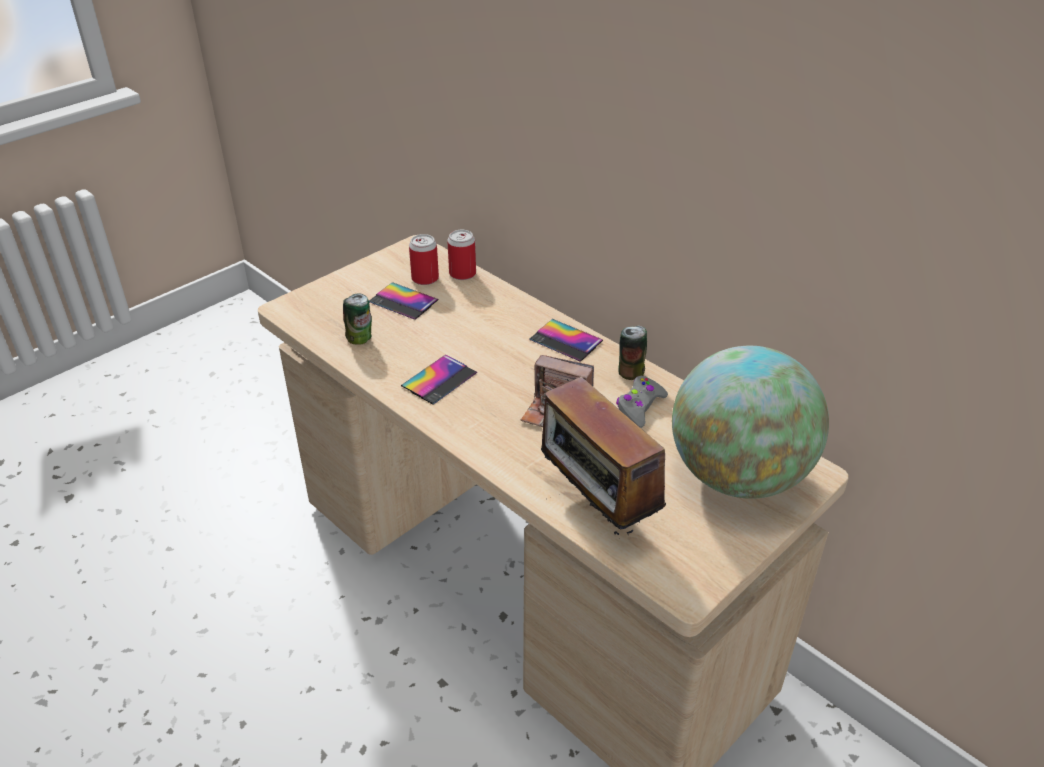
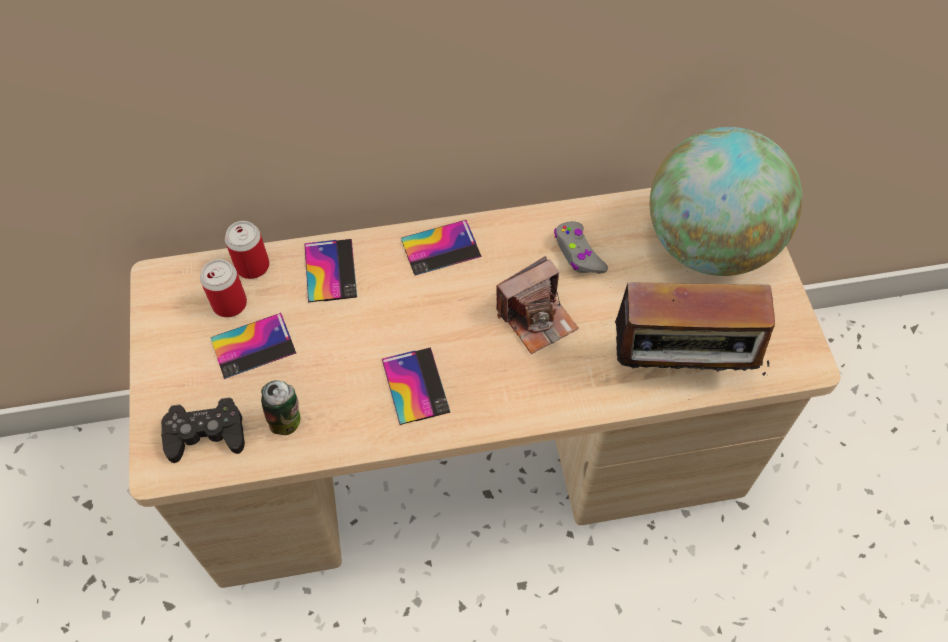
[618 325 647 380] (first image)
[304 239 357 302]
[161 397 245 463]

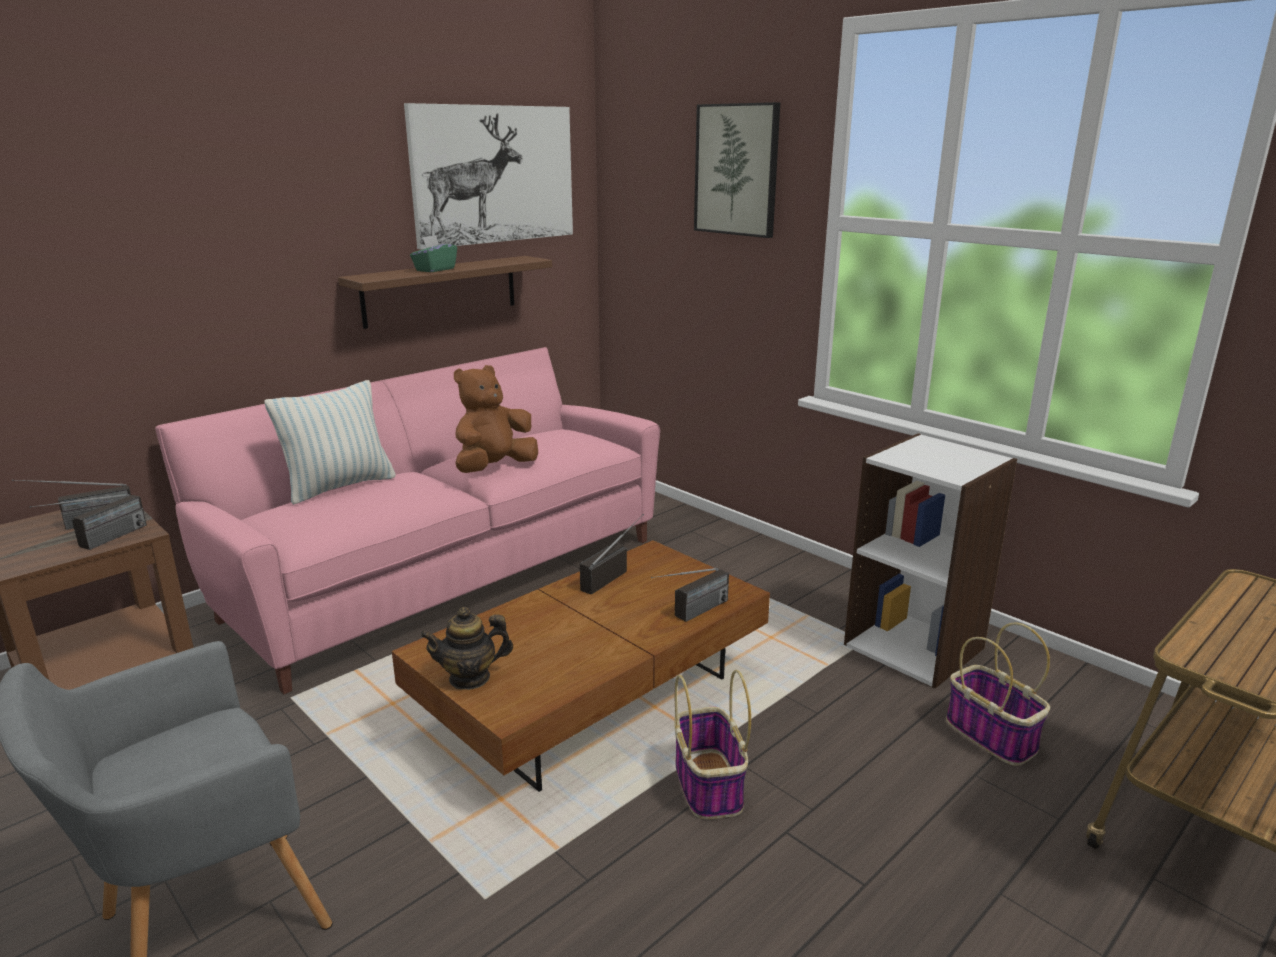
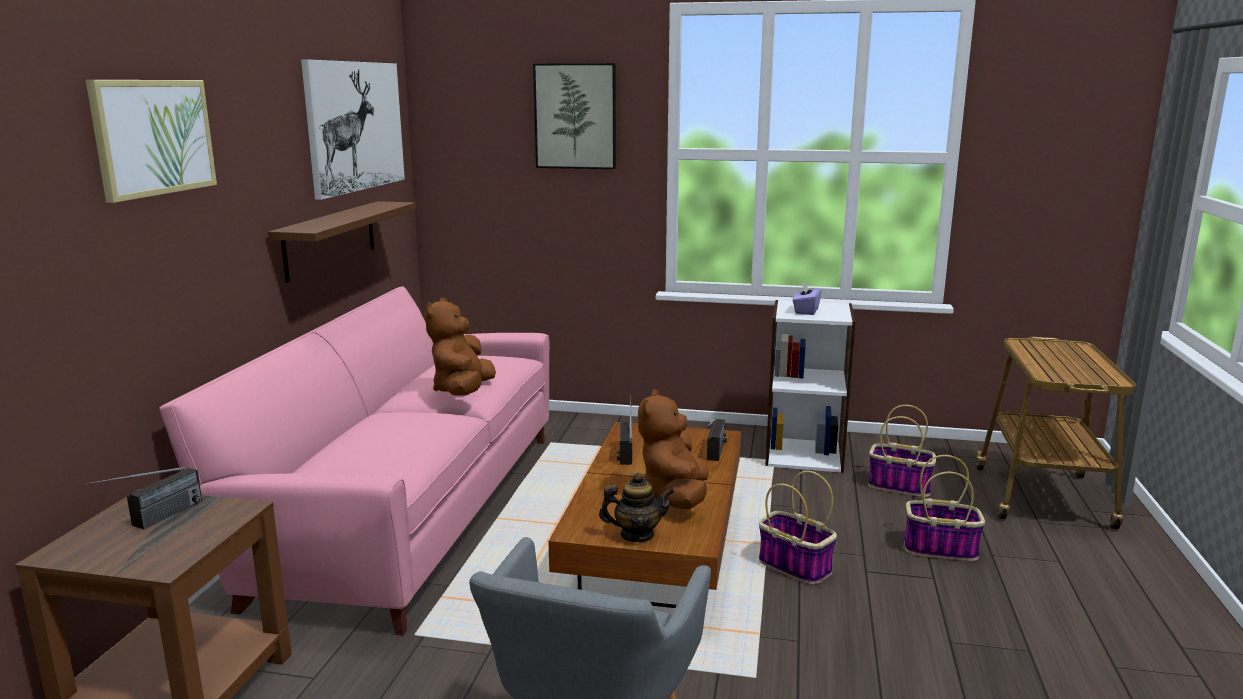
[410 235 457 272] (first image)
[264 380 396 505] (first image)
[29 494 147 550] (first image)
[599 473 674 542]
[86 80 217 203]
[793 281 822 315]
[638 389 709 509]
[904 455 985 561]

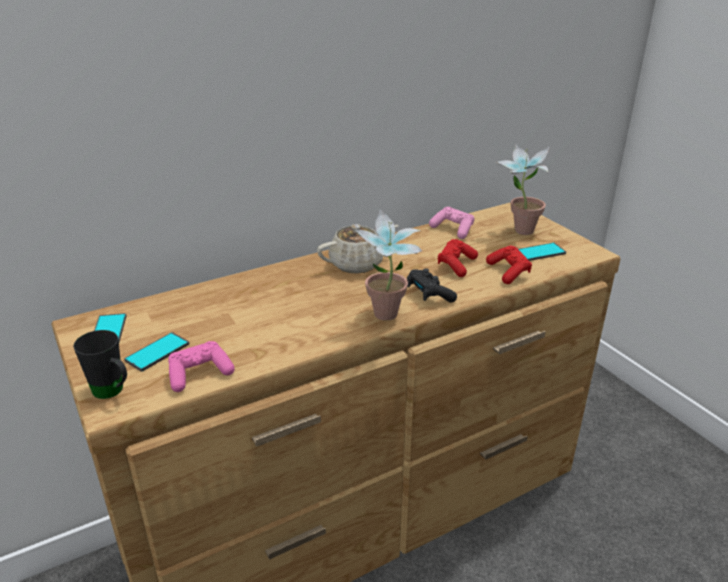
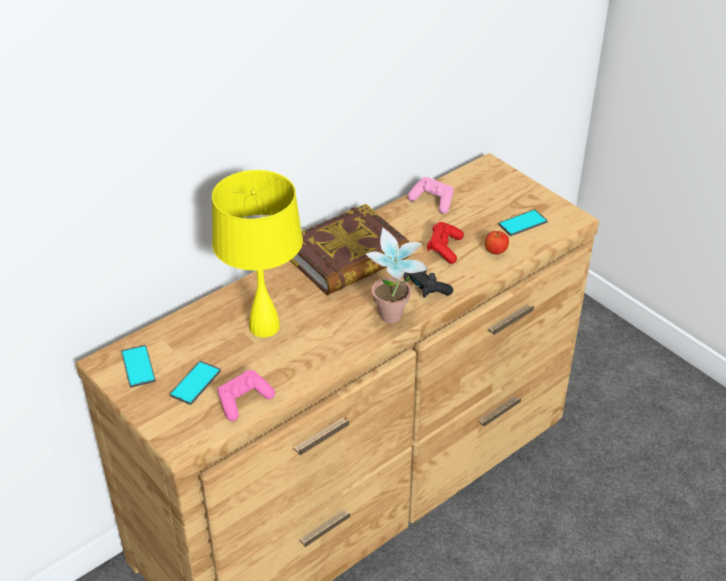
[496 145 550 235] (first image)
[290 204 409 295]
[485 231 509 255]
[73 330 127 399] (first image)
[212 170 303 337]

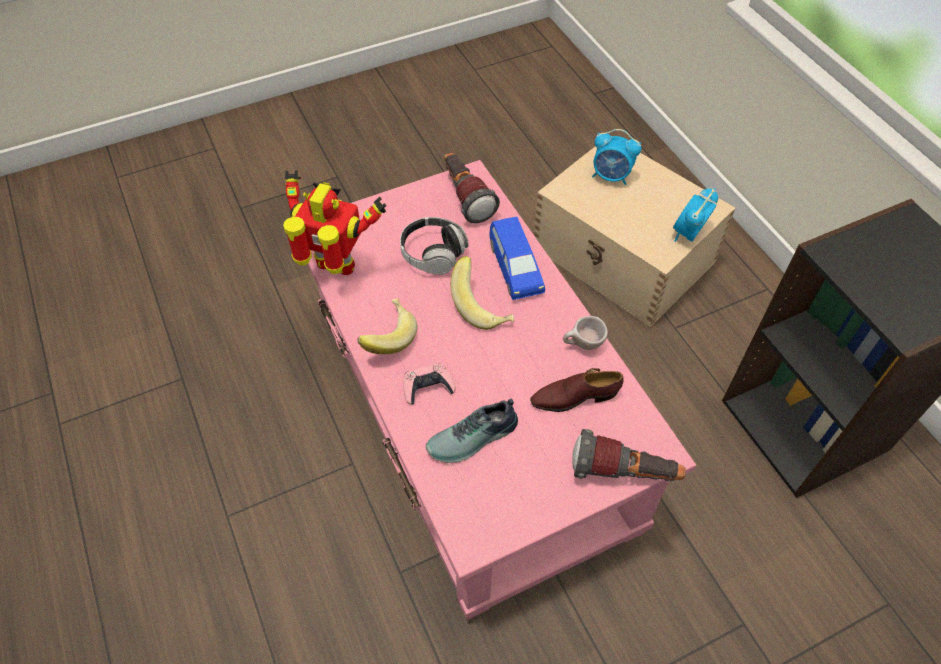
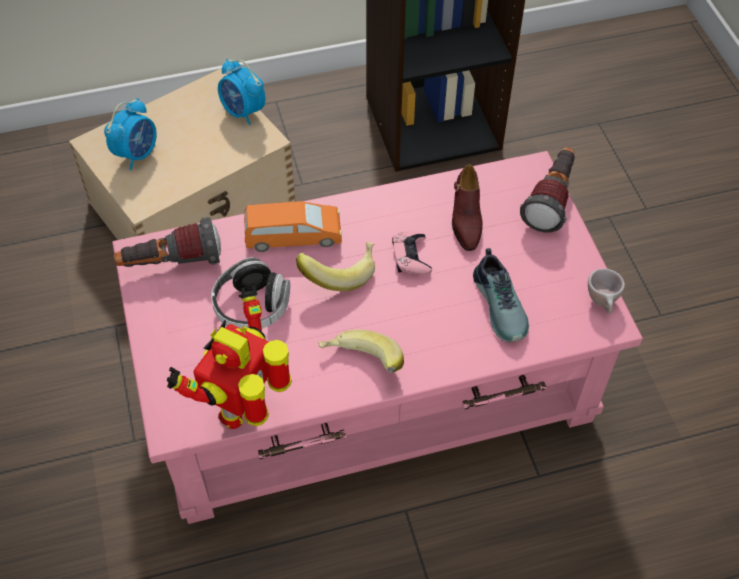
[244 201 342 252]
[588 269 625 314]
[392 231 432 275]

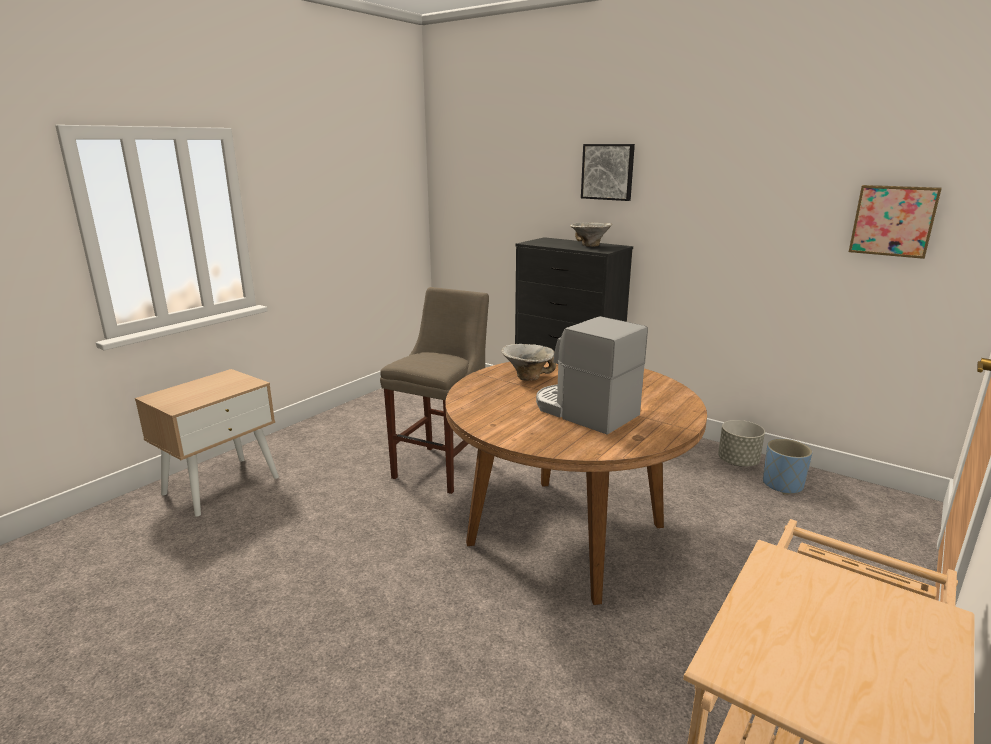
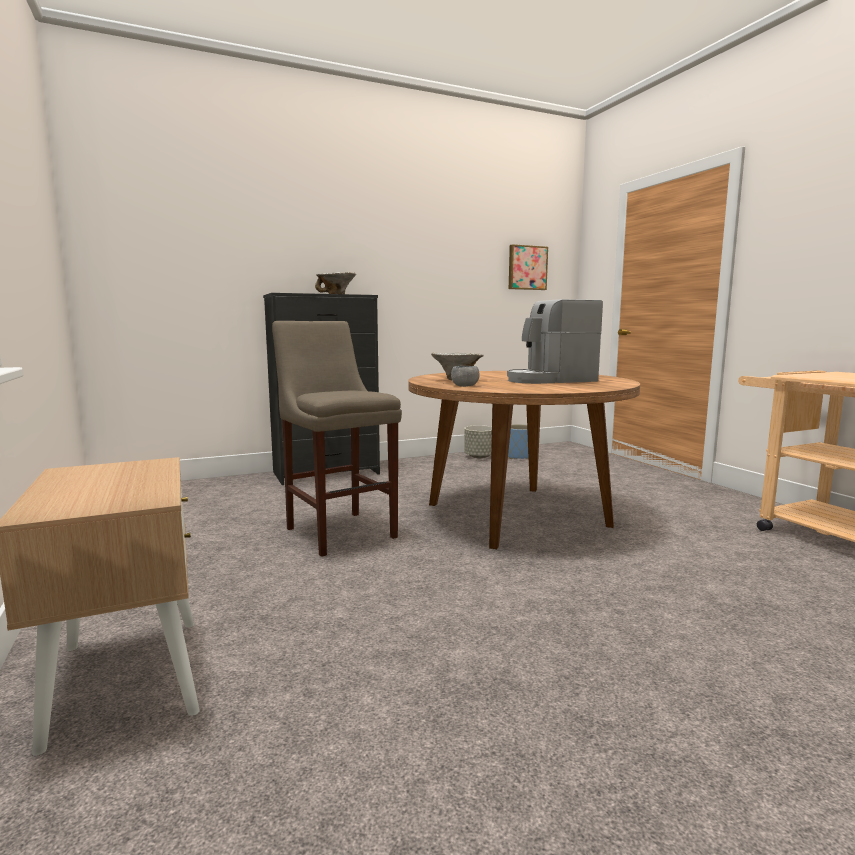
[581 144 635 201] (first image)
[451 366 480 387]

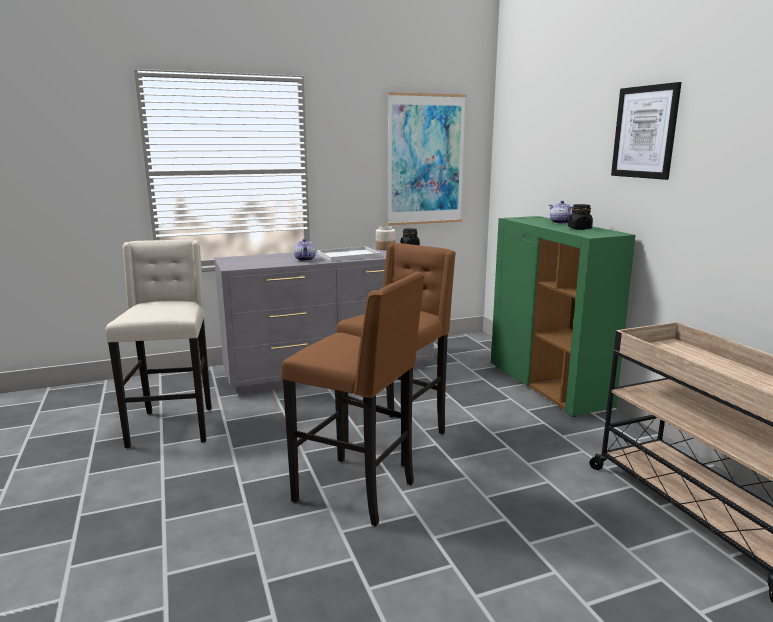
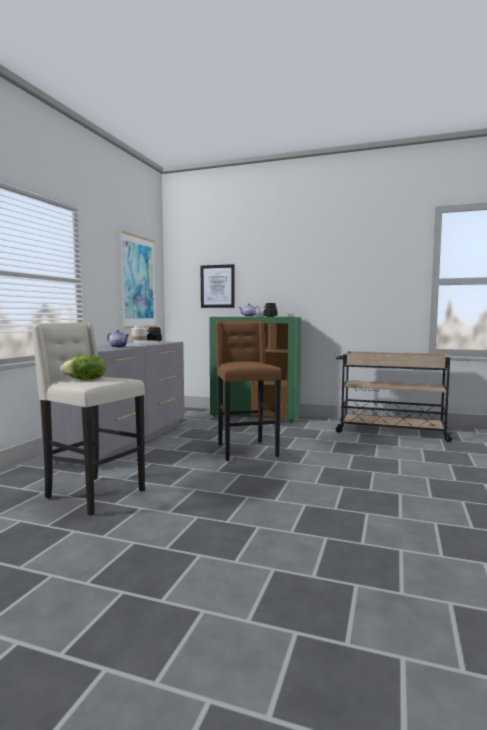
[201 264 235 308]
[281 272 425 526] (first image)
[61 355 106 380]

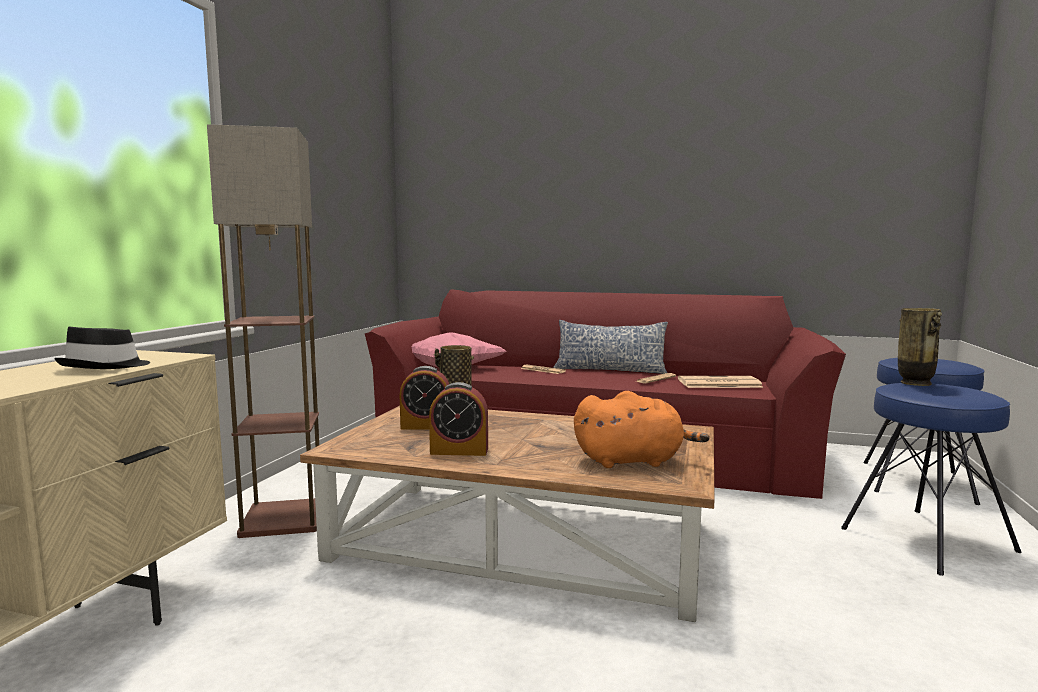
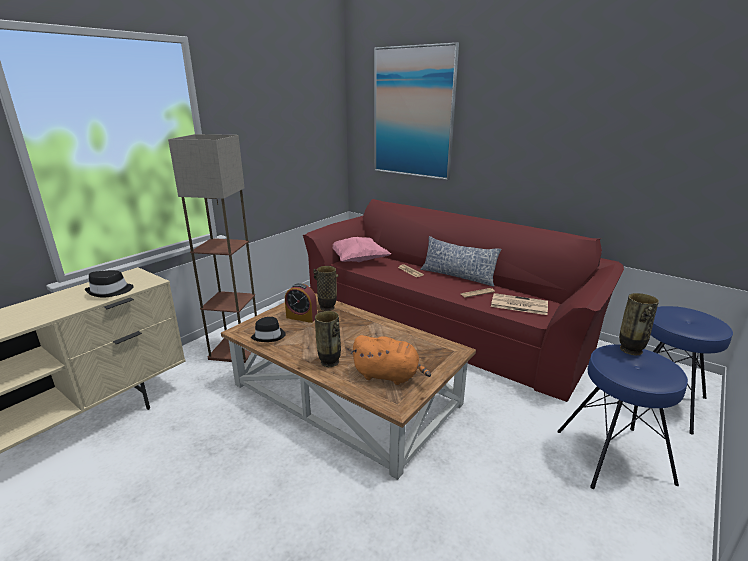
[429 382 488 456] (first image)
[374 42 459 180]
[315 311 341 367]
[251 317 286 342]

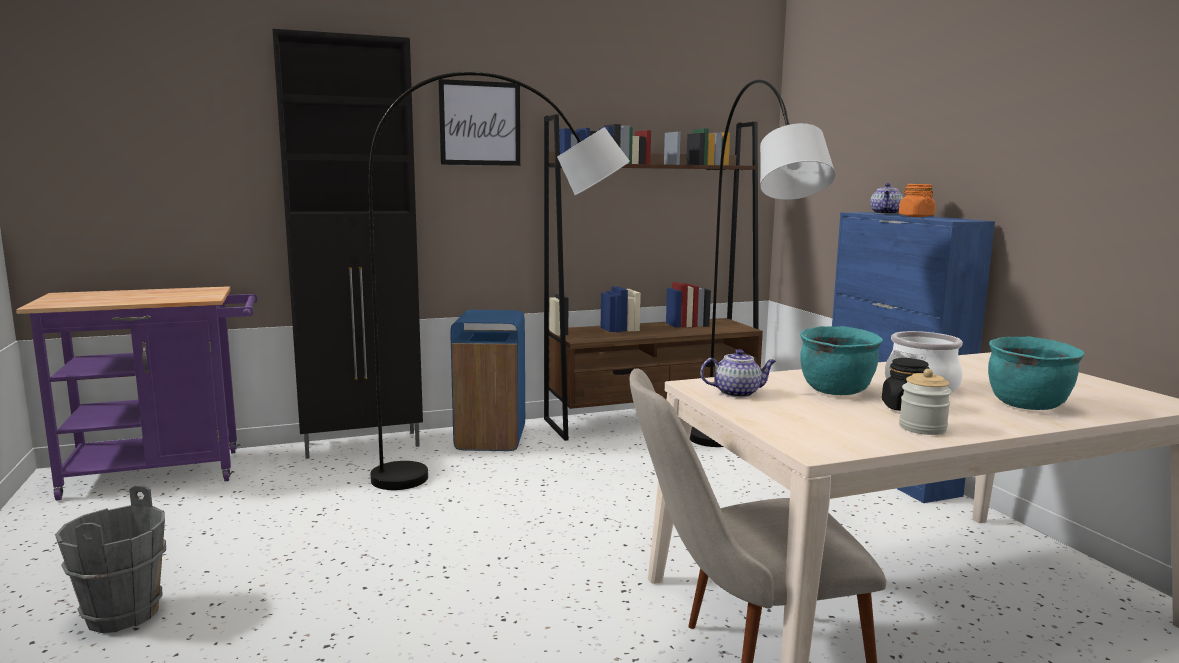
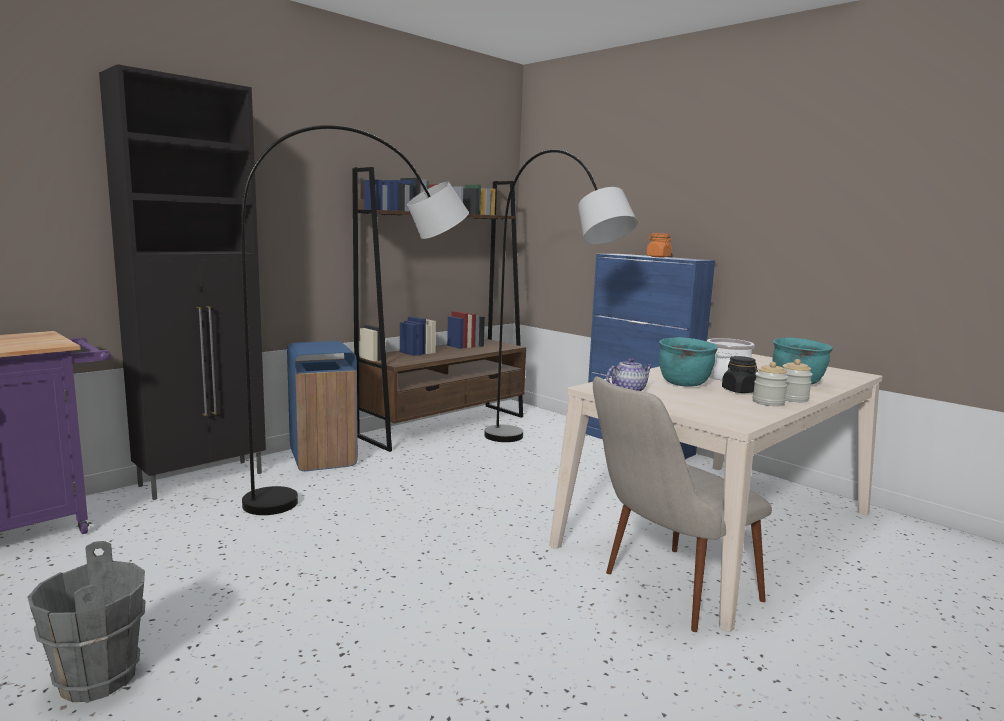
[438 79 520 166] (first image)
[870 183 903 214] (first image)
[783 359 813 402]

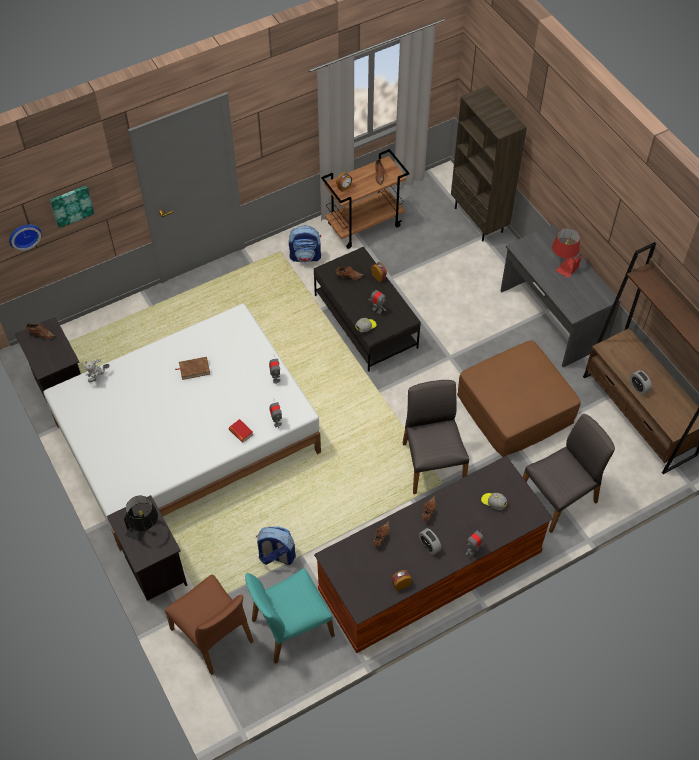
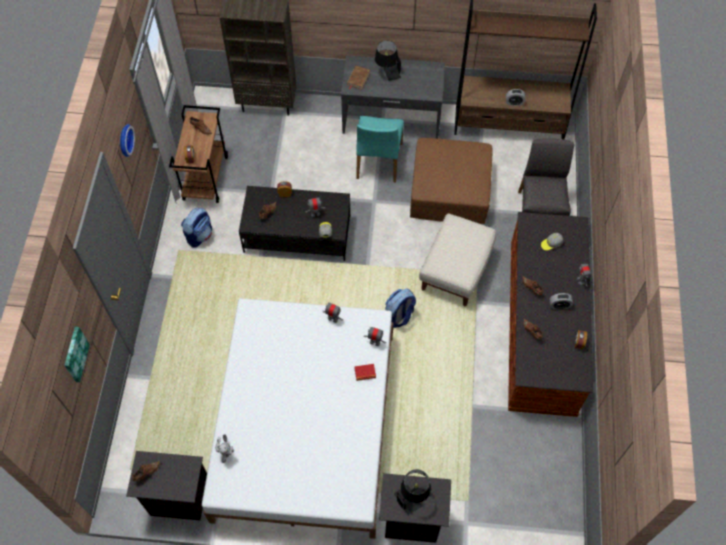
[120 124 135 157]
[375 41 401 81]
[347 66 370 90]
[419 213 496 306]
[385 289 416 328]
[356 116 404 182]
[165 575 254 675] (first image)

